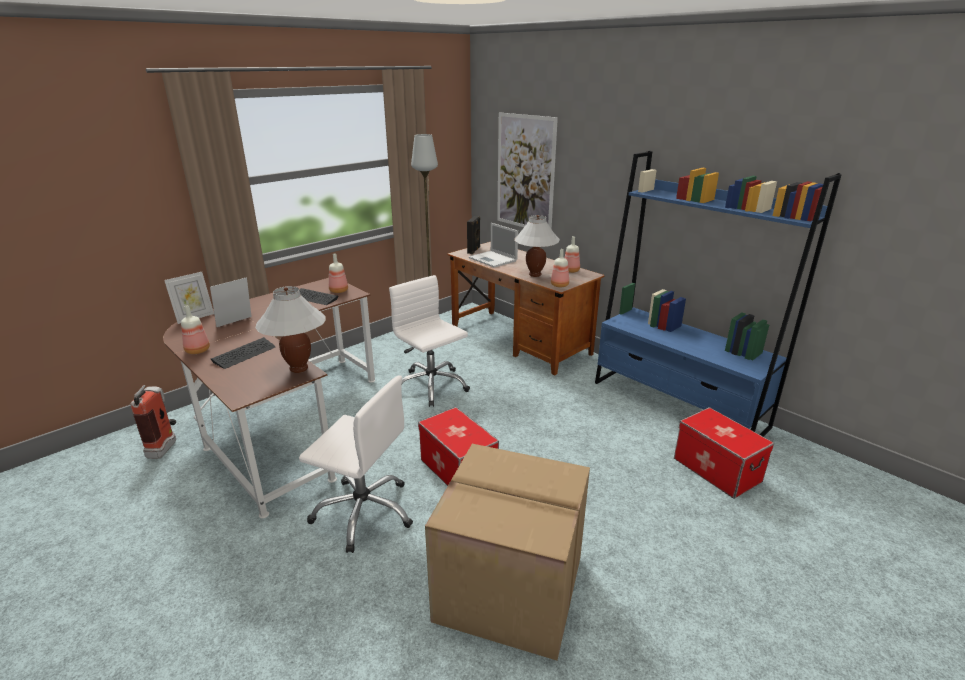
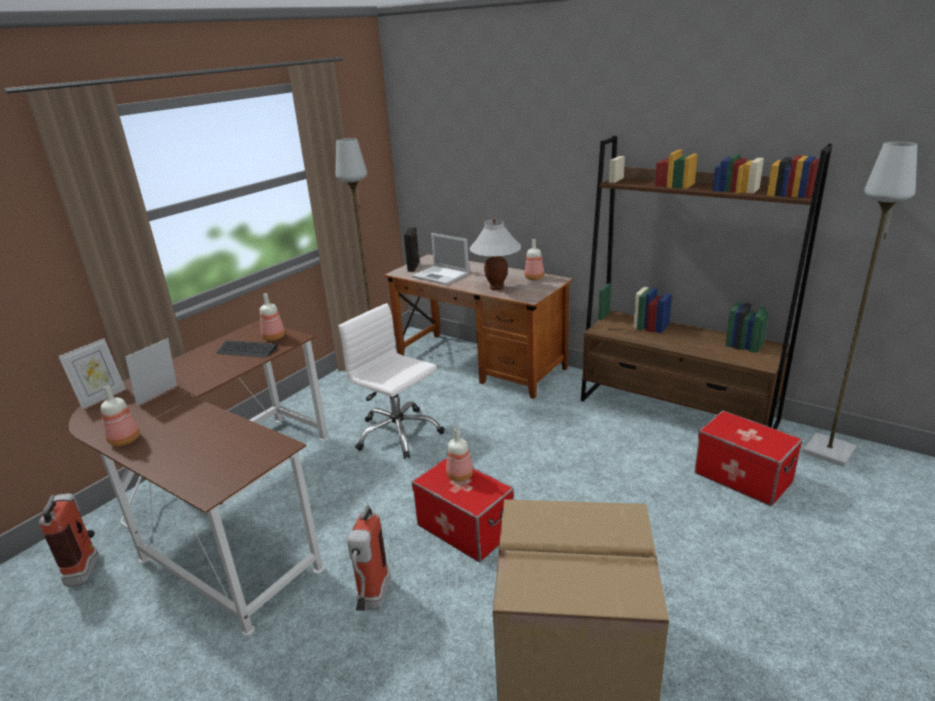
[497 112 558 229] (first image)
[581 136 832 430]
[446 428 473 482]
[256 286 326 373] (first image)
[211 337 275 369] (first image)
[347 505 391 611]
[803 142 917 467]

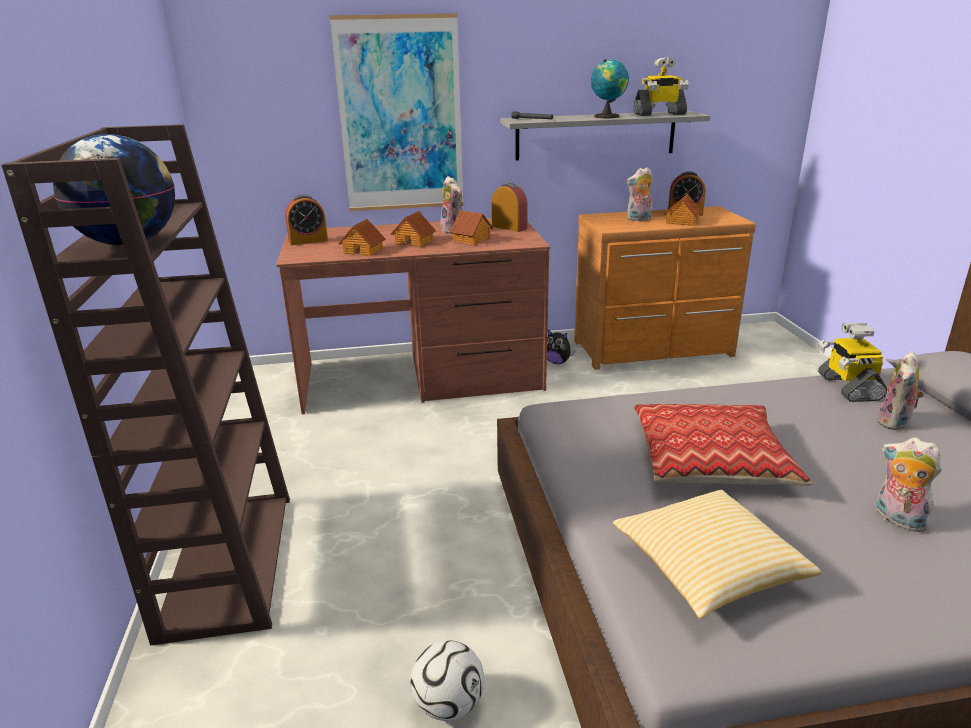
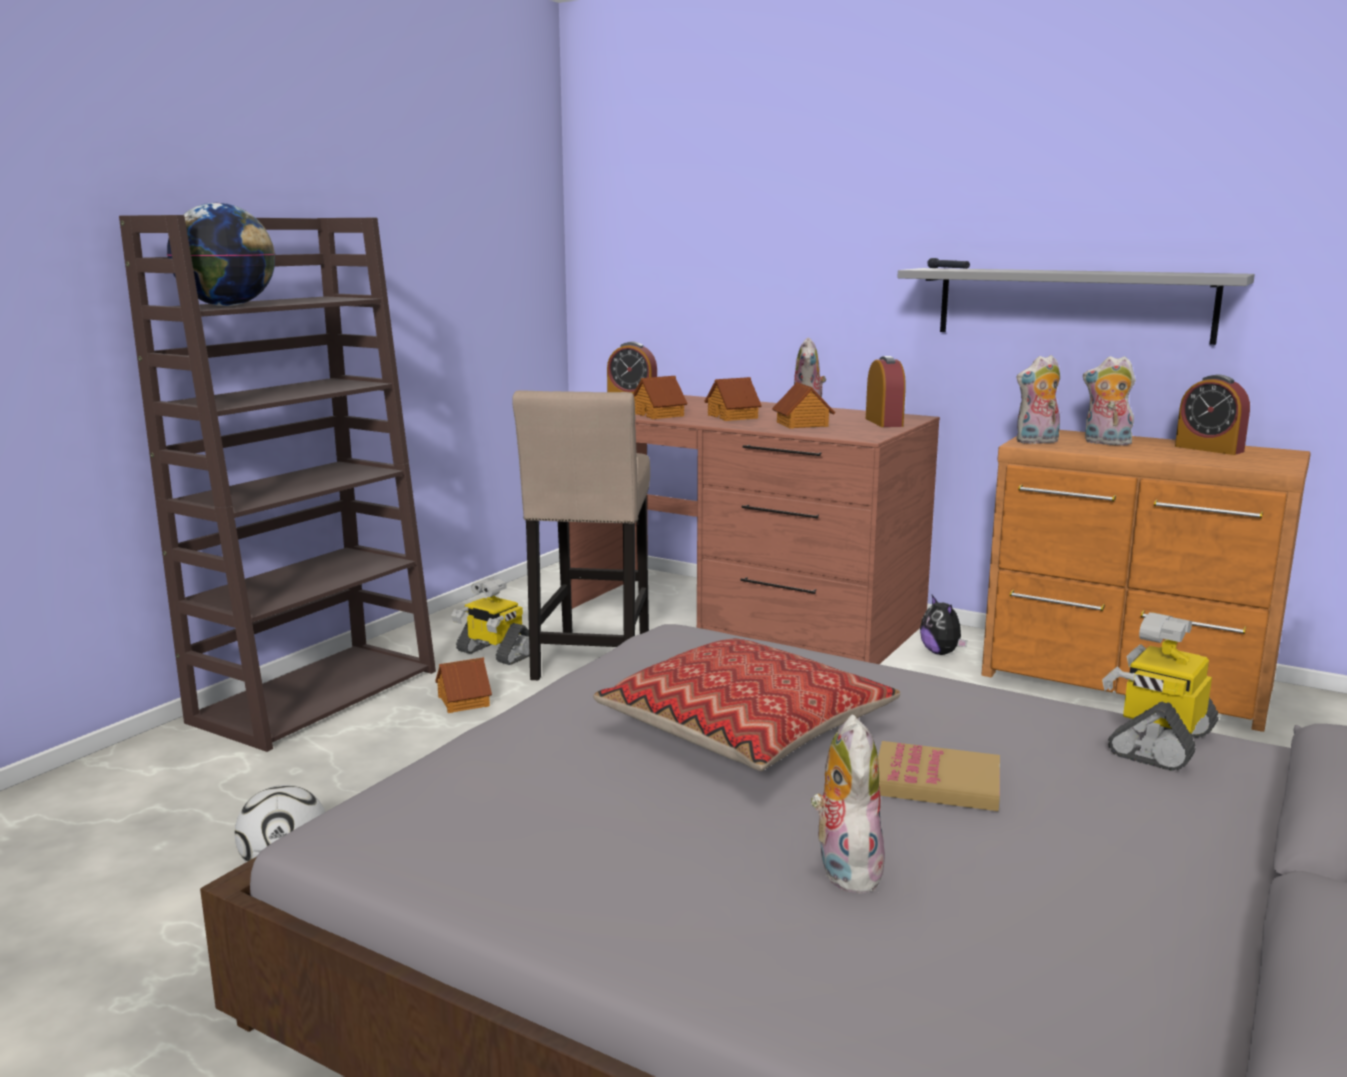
[330 13 464 211] (first image)
[451 578 530 665]
[591 59 629 118] (first image)
[435 657 492 713]
[1016 355 1060 444]
[613 490 821 619] (first image)
[512 390 650 680]
[878 741 1000 811]

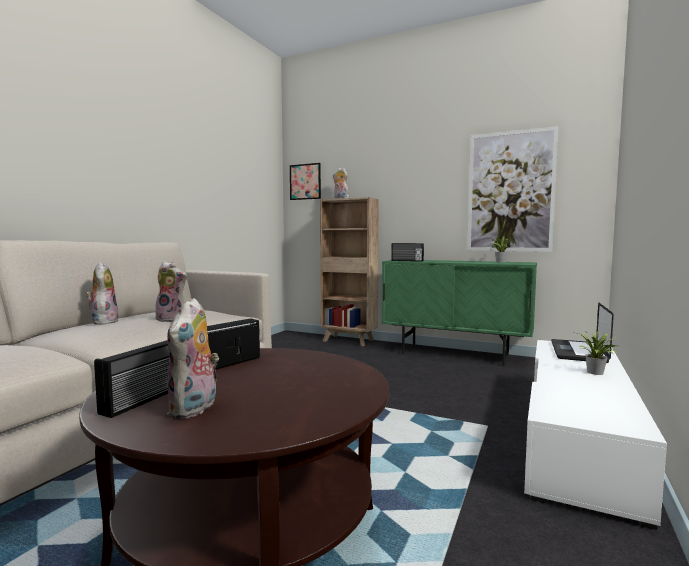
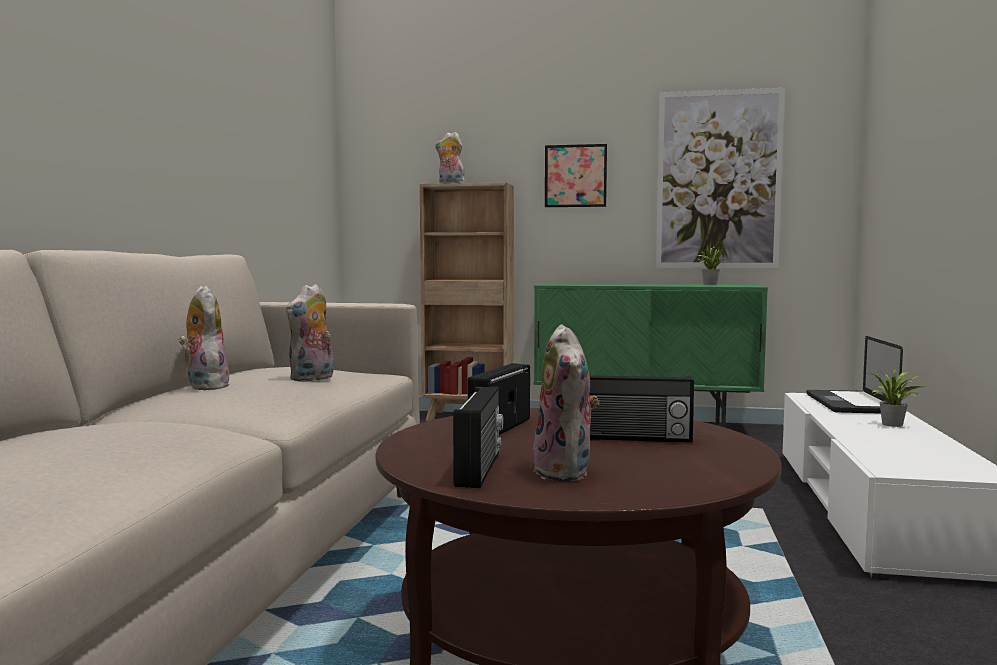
[545 144 607 207]
[589 375 694 443]
[286 284 334 382]

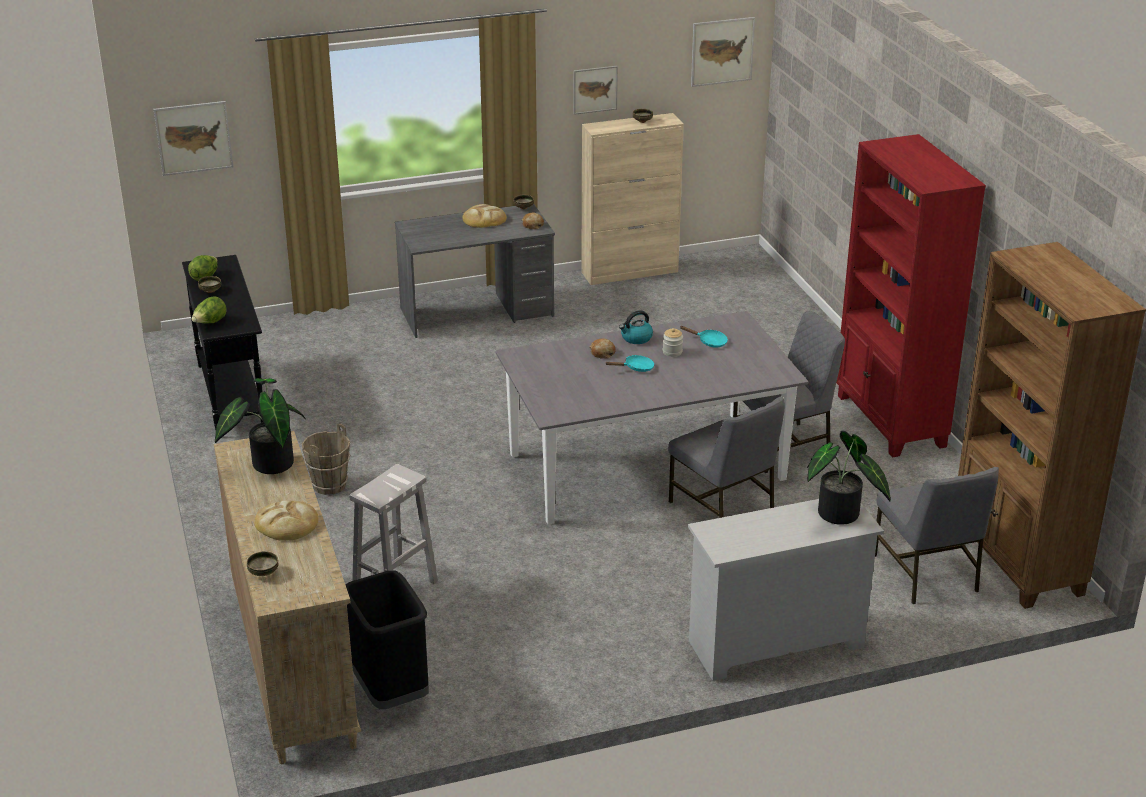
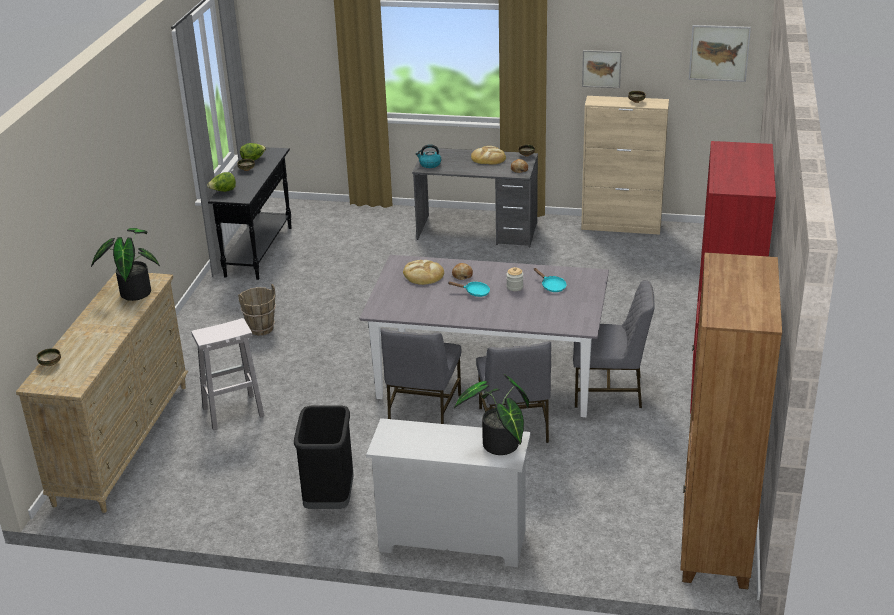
[154 101 233 176] (first image)
[415 144 441 168]
[380 328 461 424]
[403 260 444 285]
[294 405 353 509]

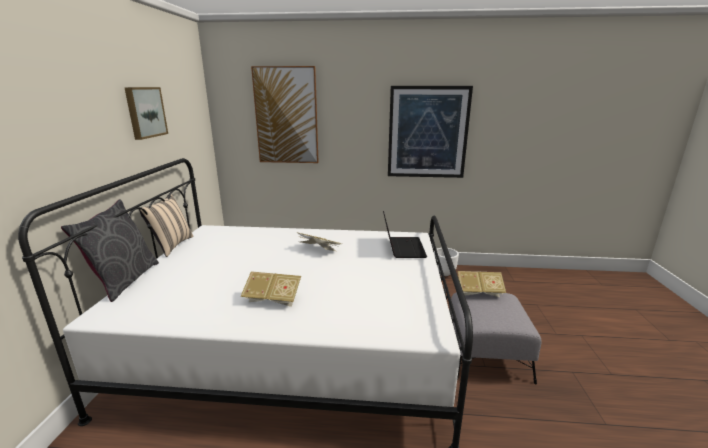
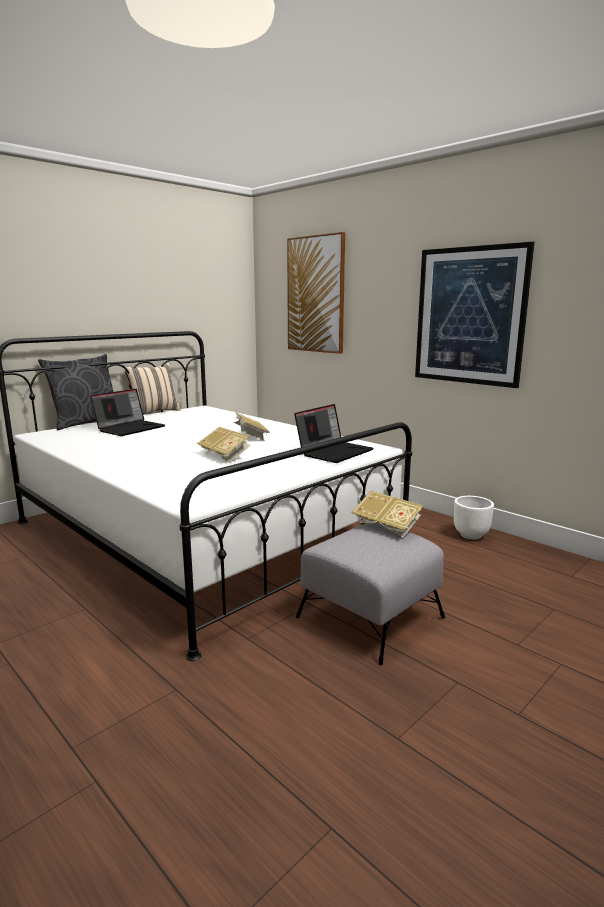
[124 87 168 140] (first image)
[197 427 251 463]
[90 389 165 436]

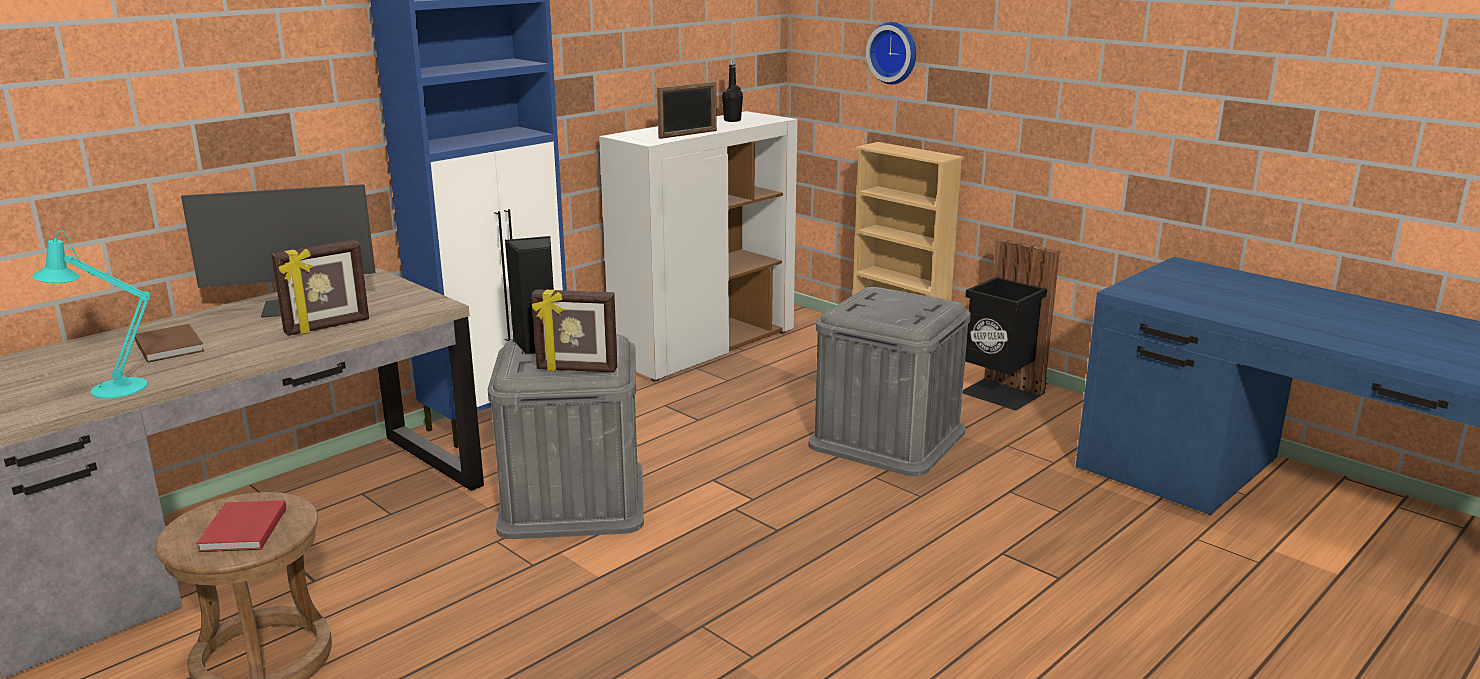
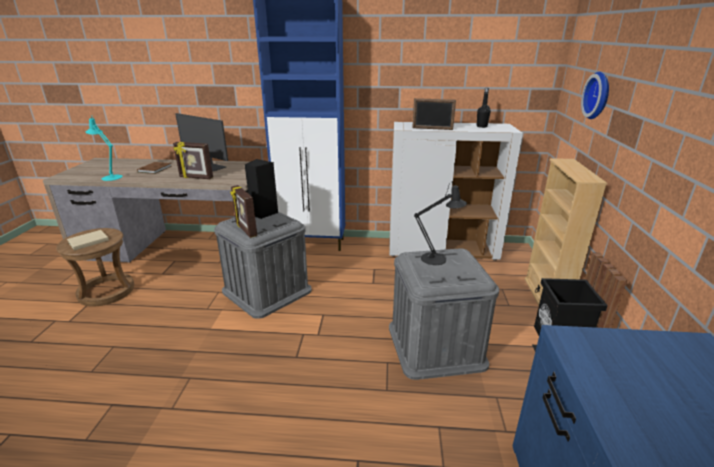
[67 230 109 251]
[414 182 467 265]

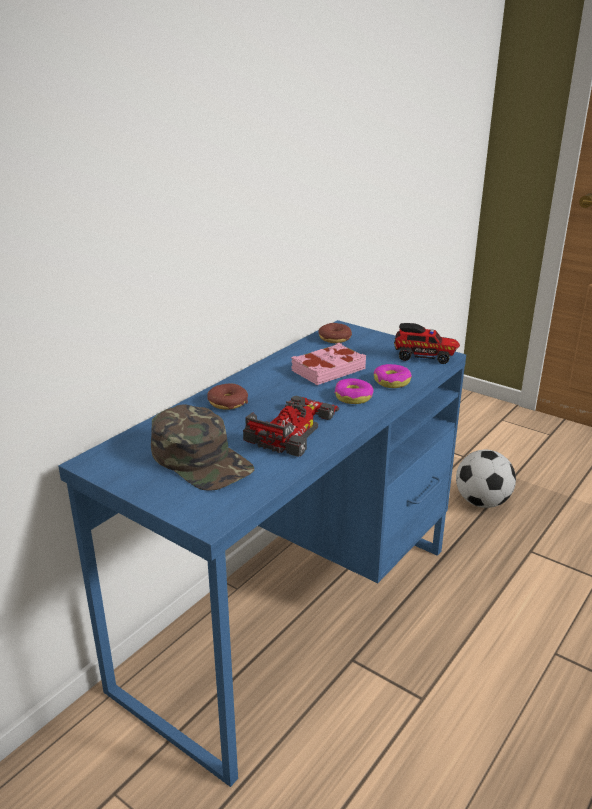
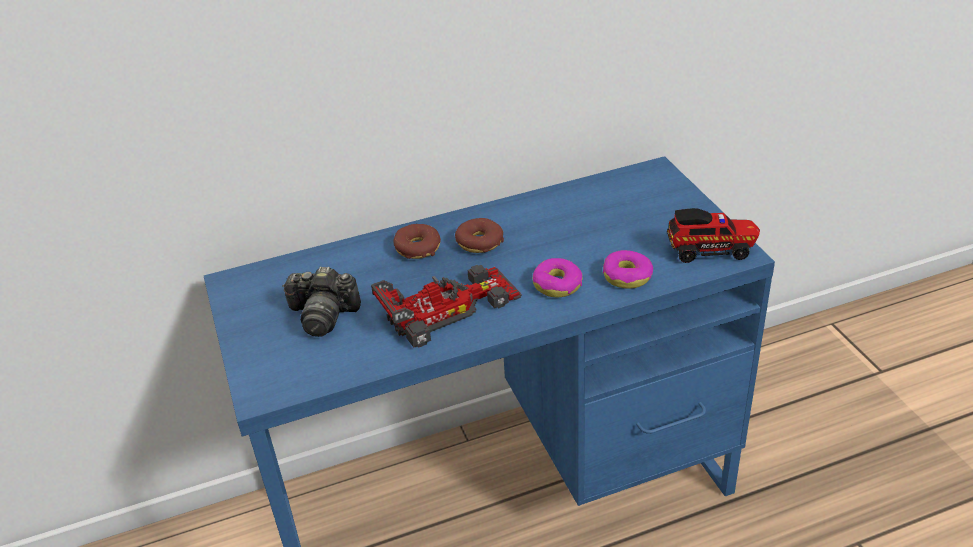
[455 218 504 253]
[667 208 760 263]
[291 343 366 385] (first image)
[282 267 361 337]
[456 450 516 508] (first image)

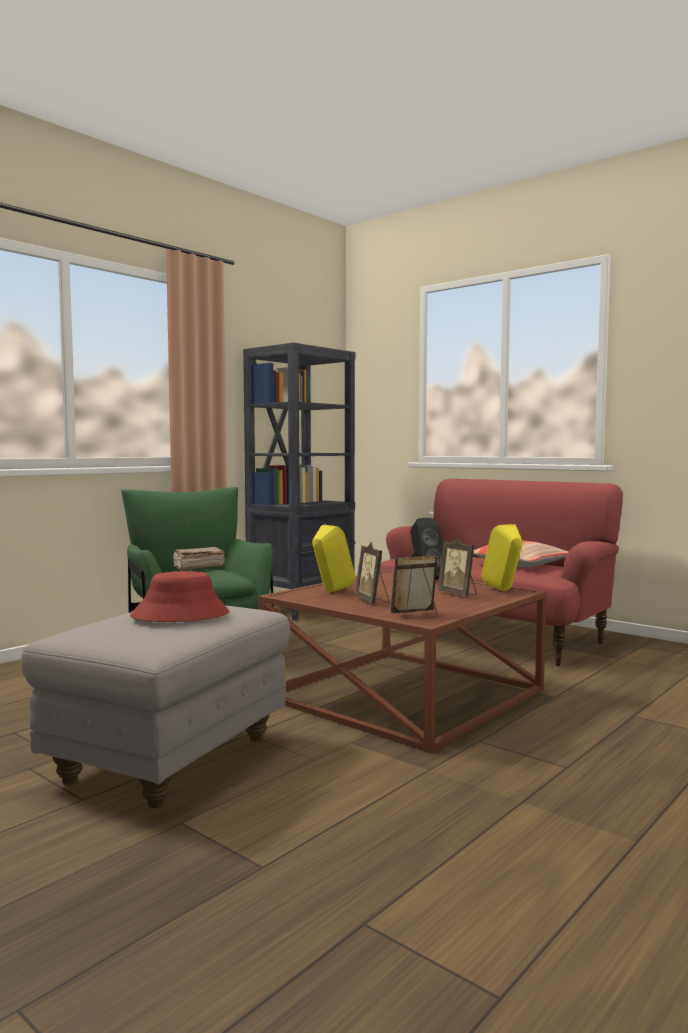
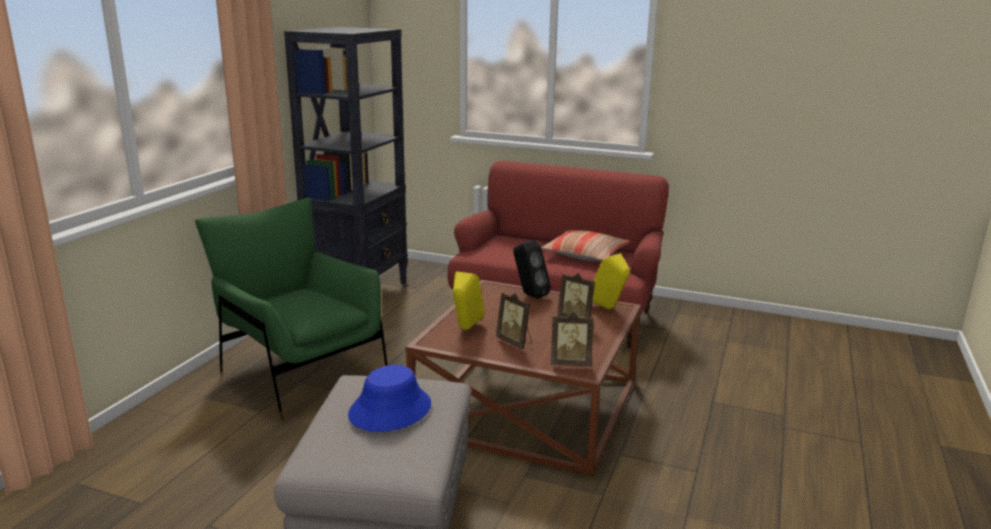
[173 547 225 571] (first image)
[551 312 594 367]
[348 365 431 432]

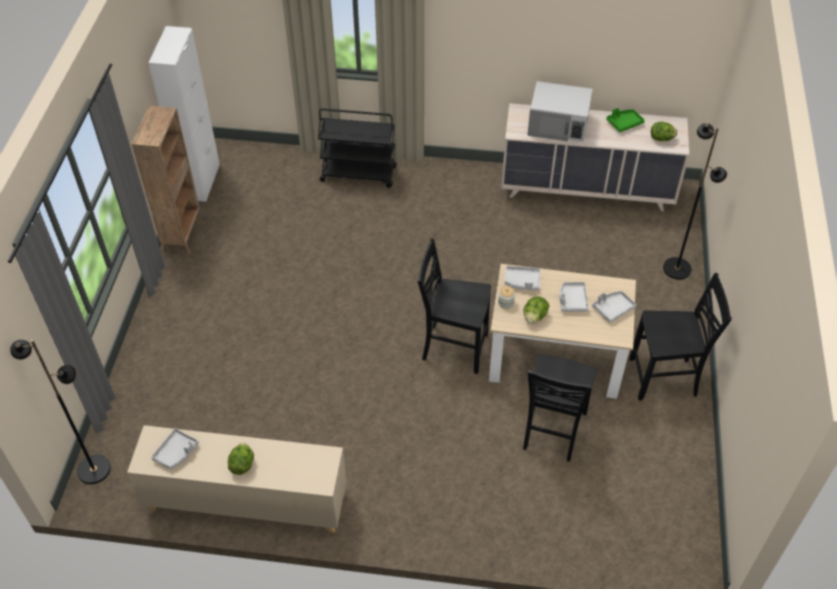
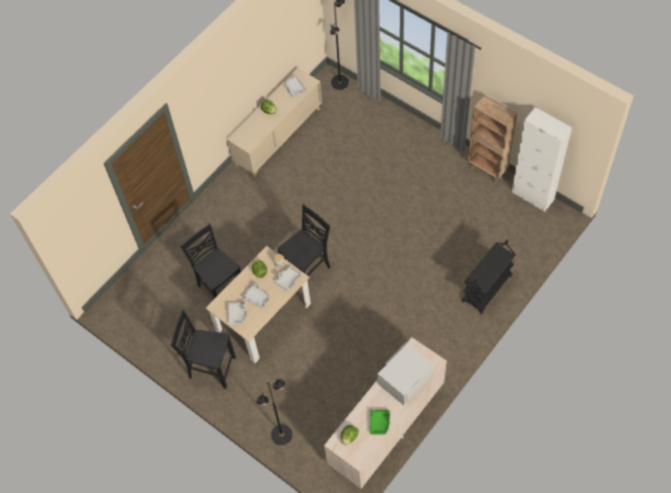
[170 310 236 389]

